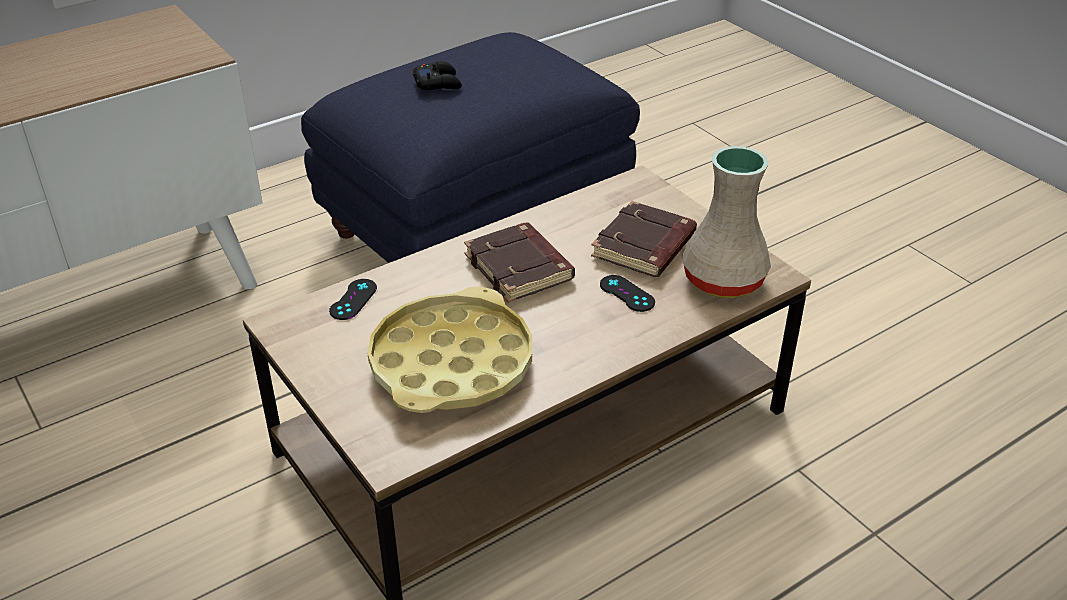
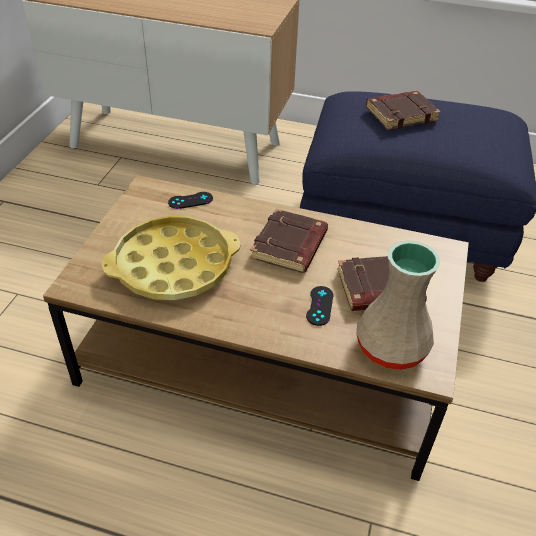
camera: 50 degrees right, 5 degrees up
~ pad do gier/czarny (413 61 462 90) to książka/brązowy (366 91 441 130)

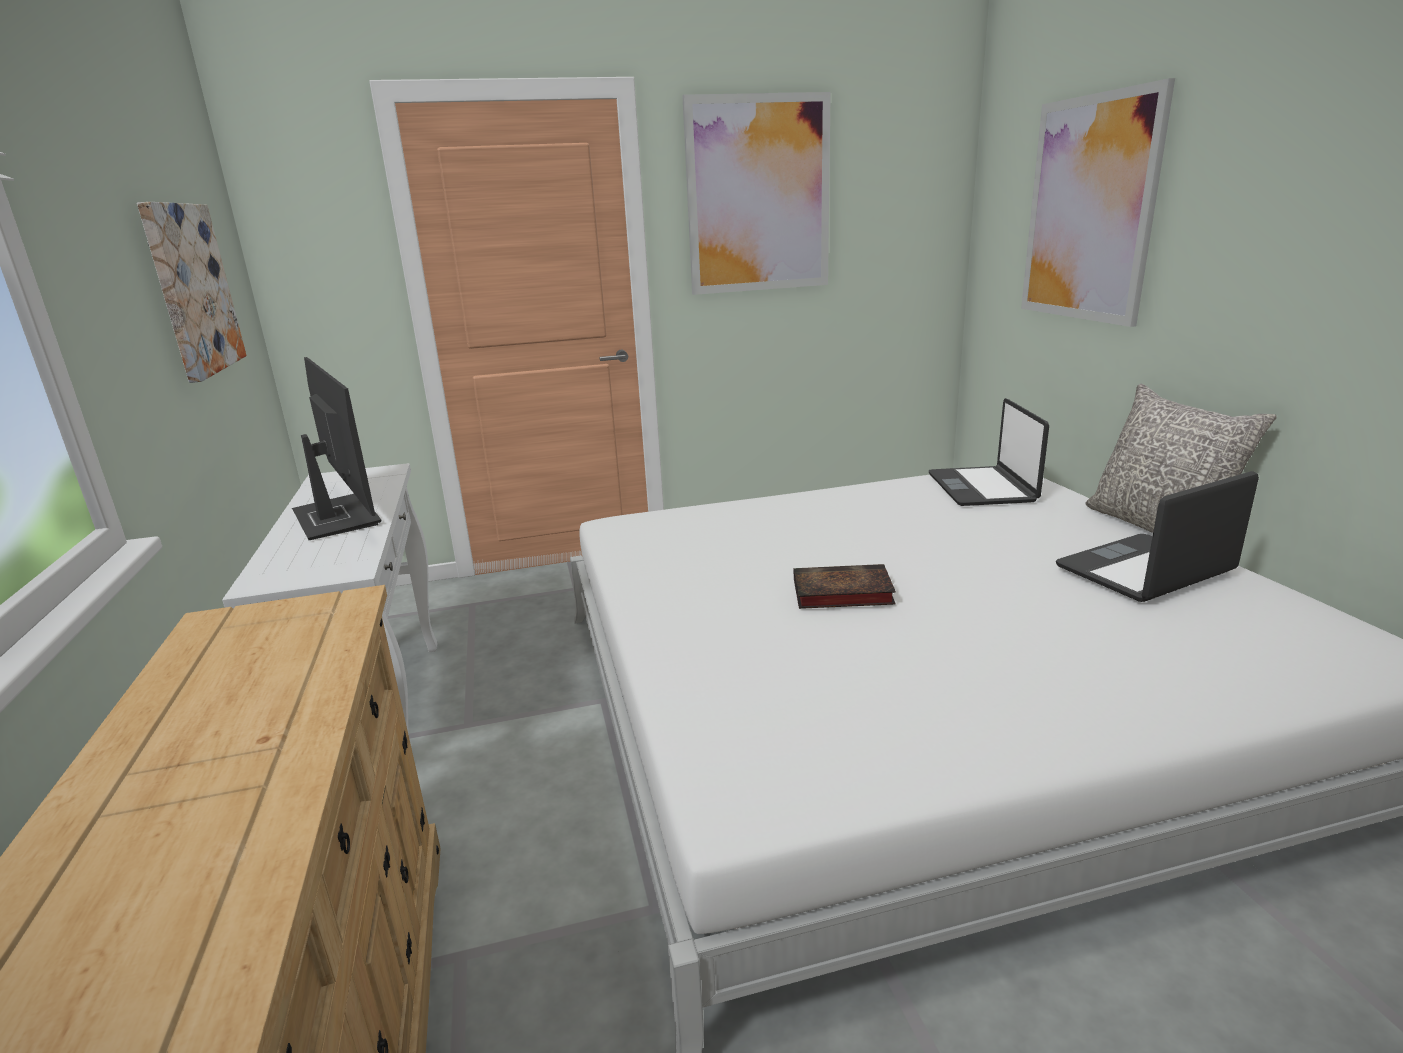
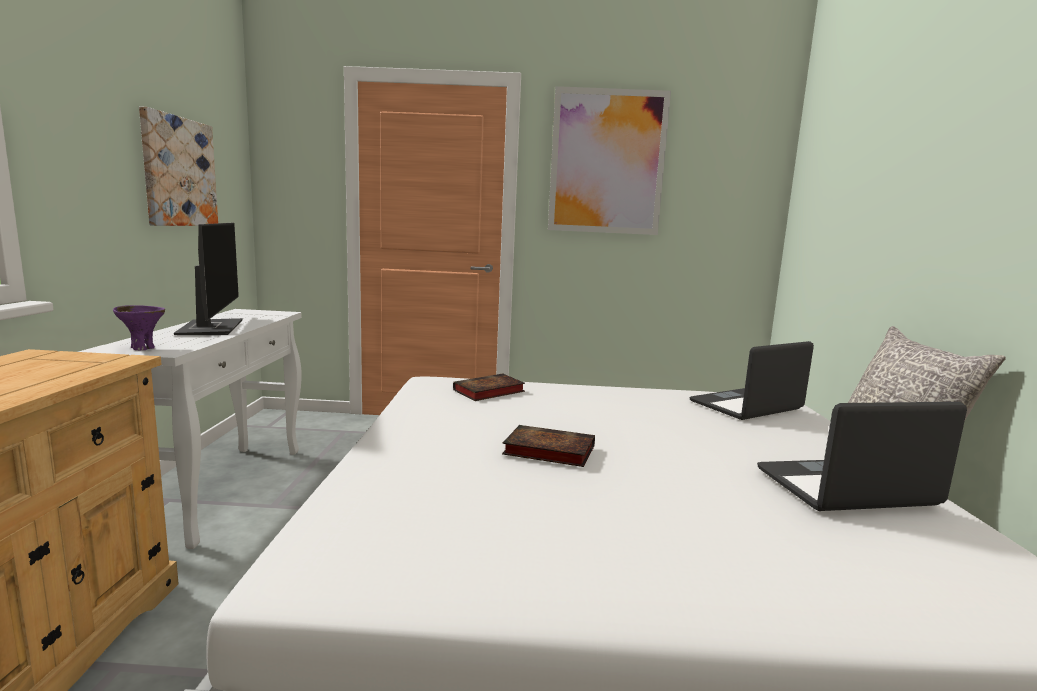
camera: 15 degrees right, 10 degrees down
- obraz (1021 78 1175 327)
~ laptop (929 398 1049 506) = (689 341 814 420) 45 degrees clockwise
+ miska/fioletowy (113 305 165 350)
+ książka (453 373 525 401)

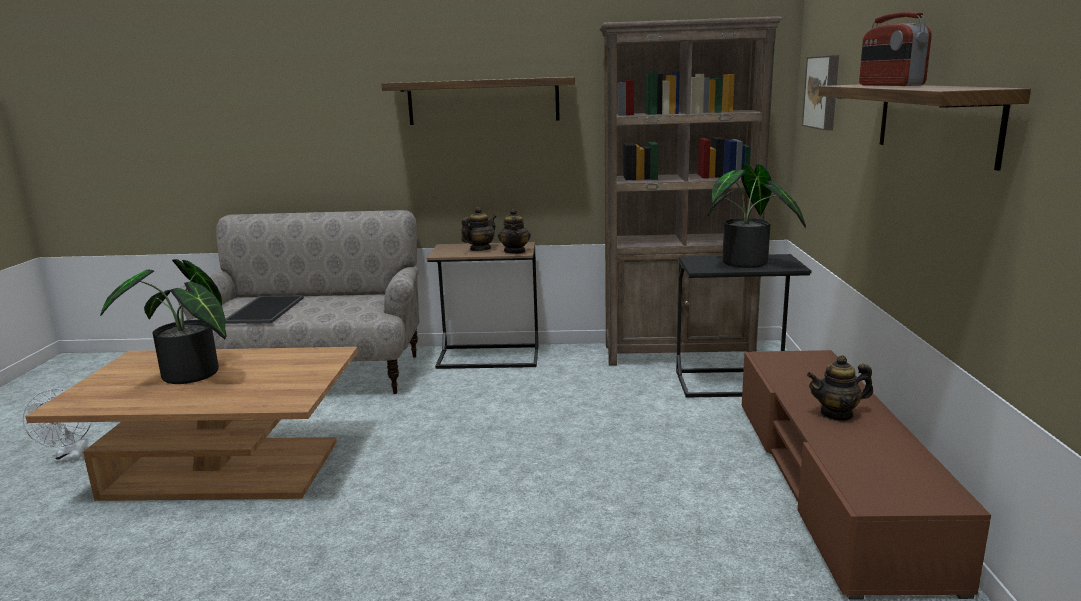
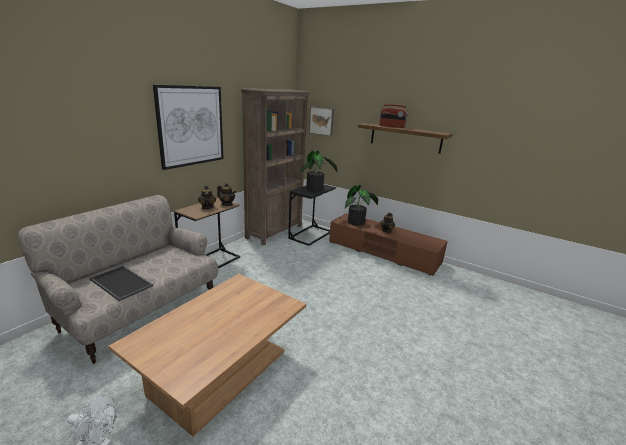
camera: 60 degrees left, 5 degrees up
~ półka (381 77 575 125) to obraz (153 85 224 170)
~ roślina doniczkowa (100 259 227 384) to (345 185 378 226)

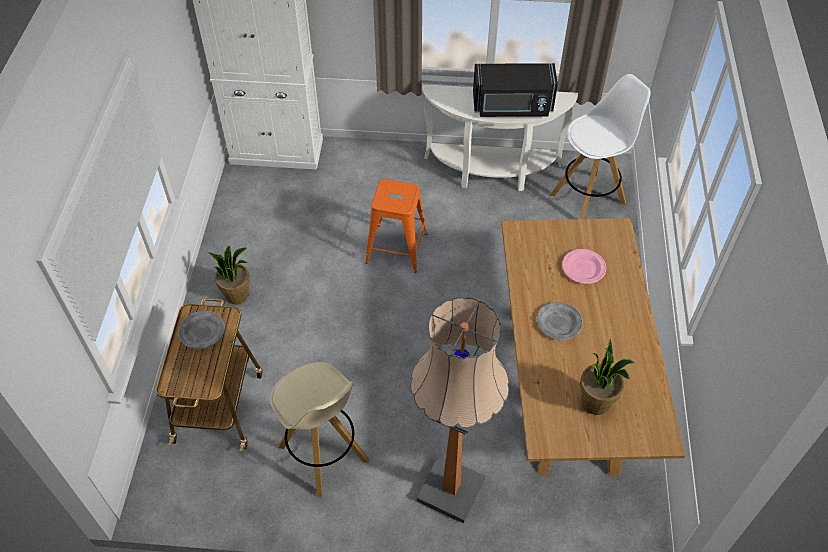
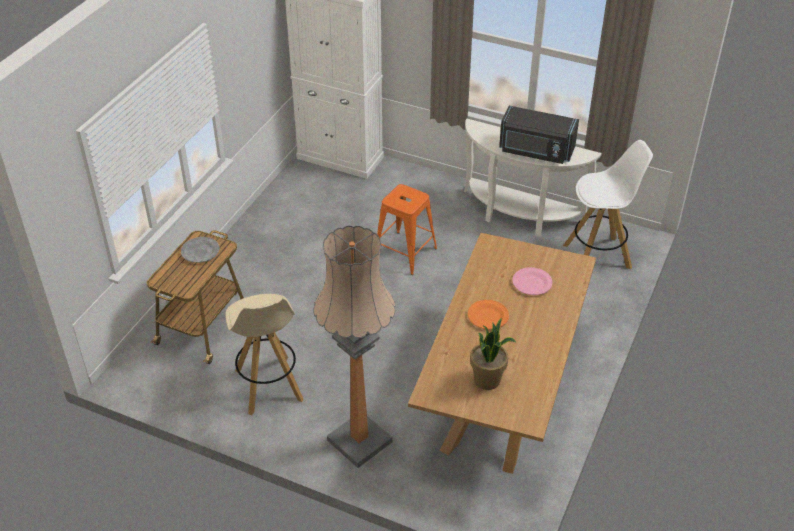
camera: 20 degrees right, 10 degrees down
- roślina doniczkowa (207 246 250 304)
~ talerz/szary (537 302 583 340) to talerz/pomarańczowy (468 300 509 329)

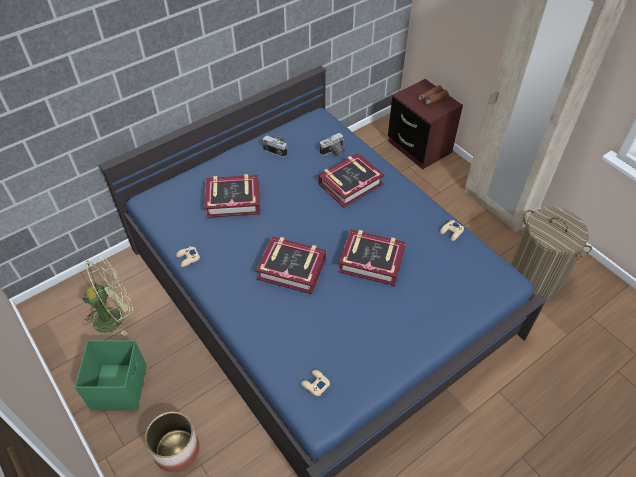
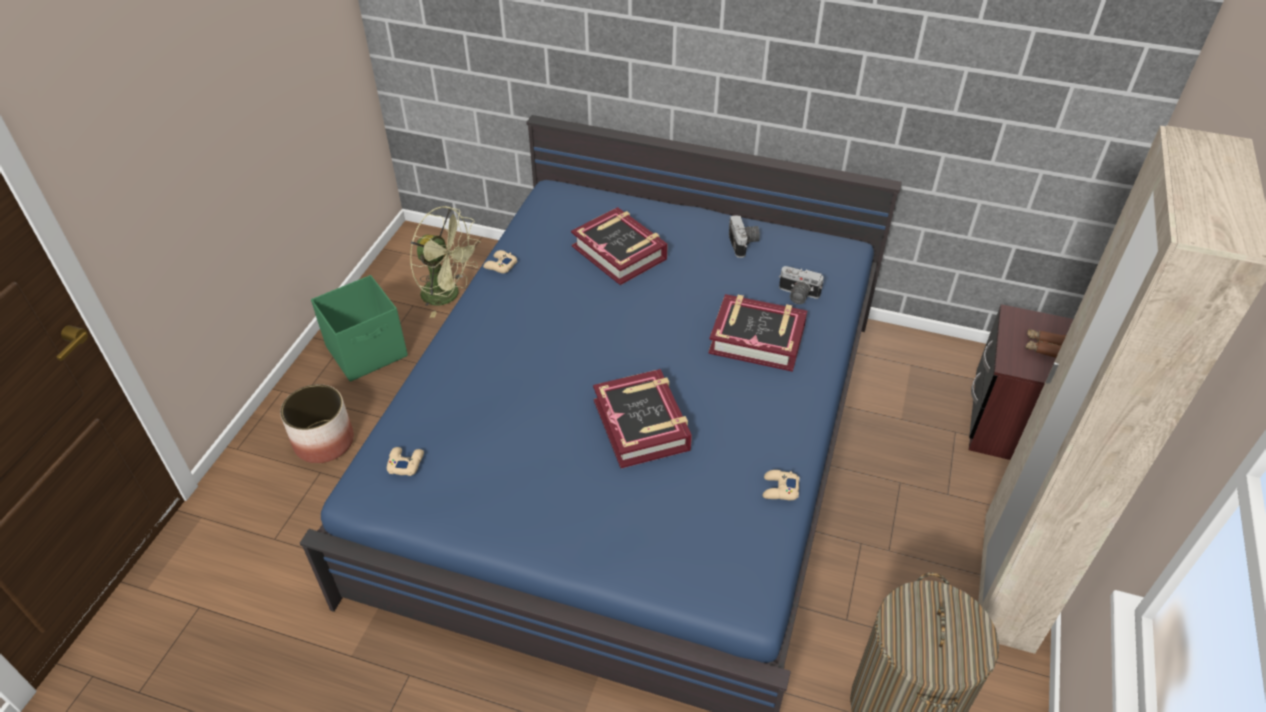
camera: 55 degrees right, 5 degrees down
- książka (256 236 326 294)

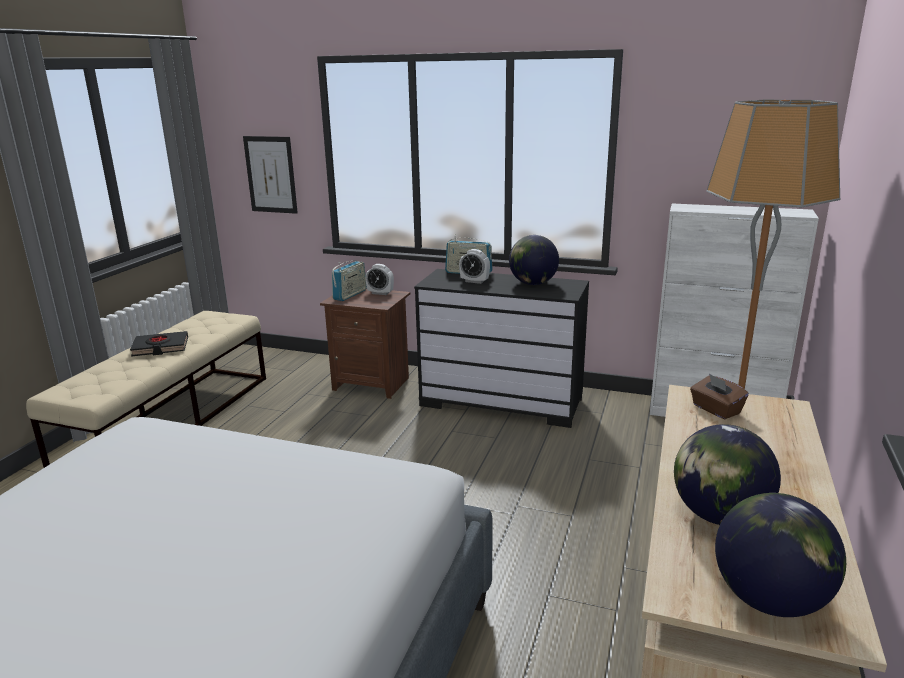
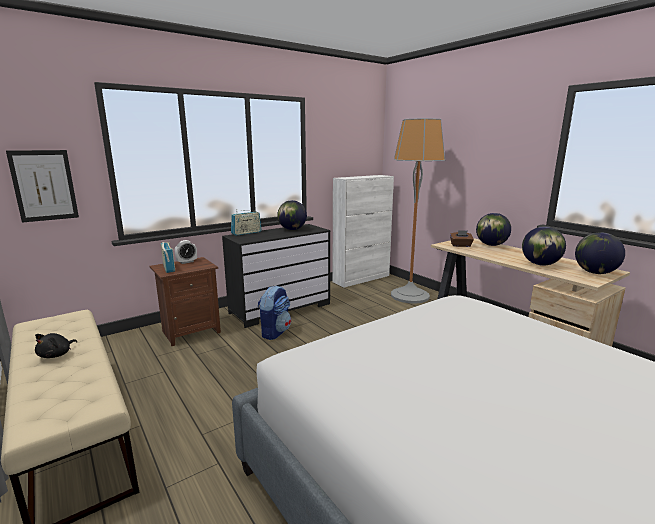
camera: 55 degrees left, 5 degrees down
- budzik (459 249 490 284)
~ książka/czarny (130 331 188 357) to pluszak/czarny (35 333 77 358)
+ globus (476 213 511 246)
+ plecak (258 285 291 340)

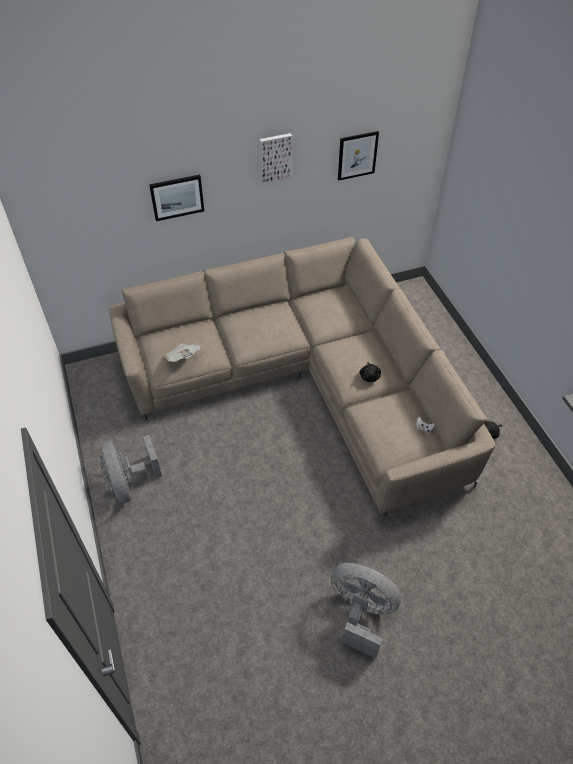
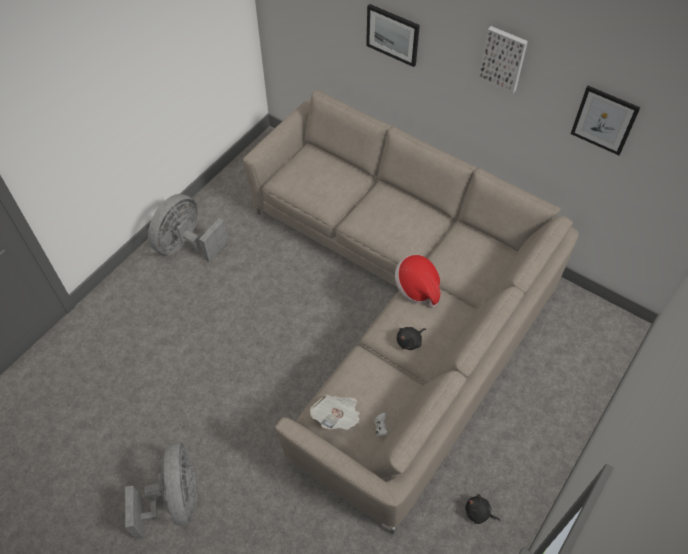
camera: 55 degrees right, 5 degrees up
~ gazeta (165 344 200 362) to (310 395 360 430)
+ kapelusz (395 255 440 308)

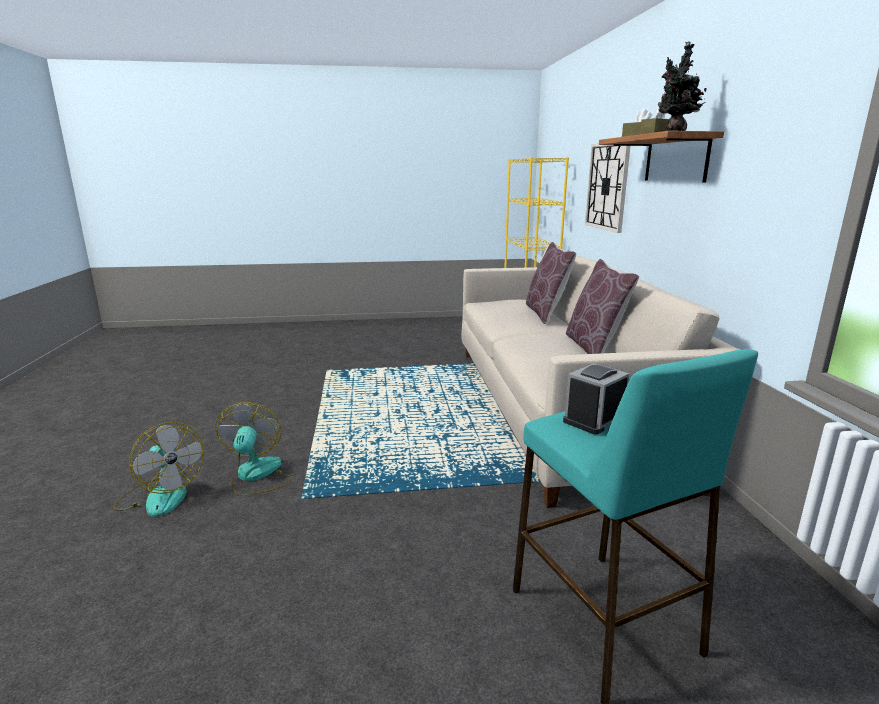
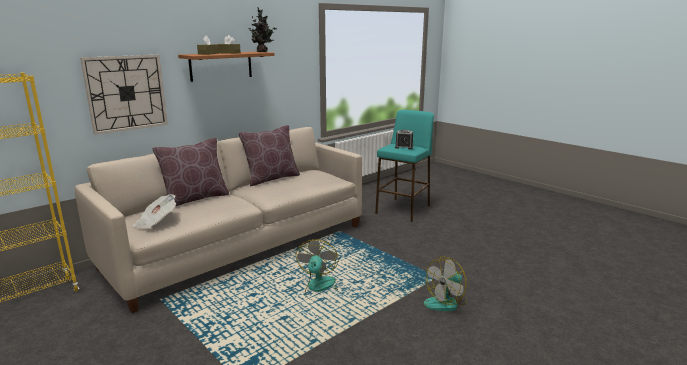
camera: 125 degrees left, 0 degrees up
~ wentylator (114 422 204 517) to (296 239 339 301)
+ gazeta (133 194 176 229)

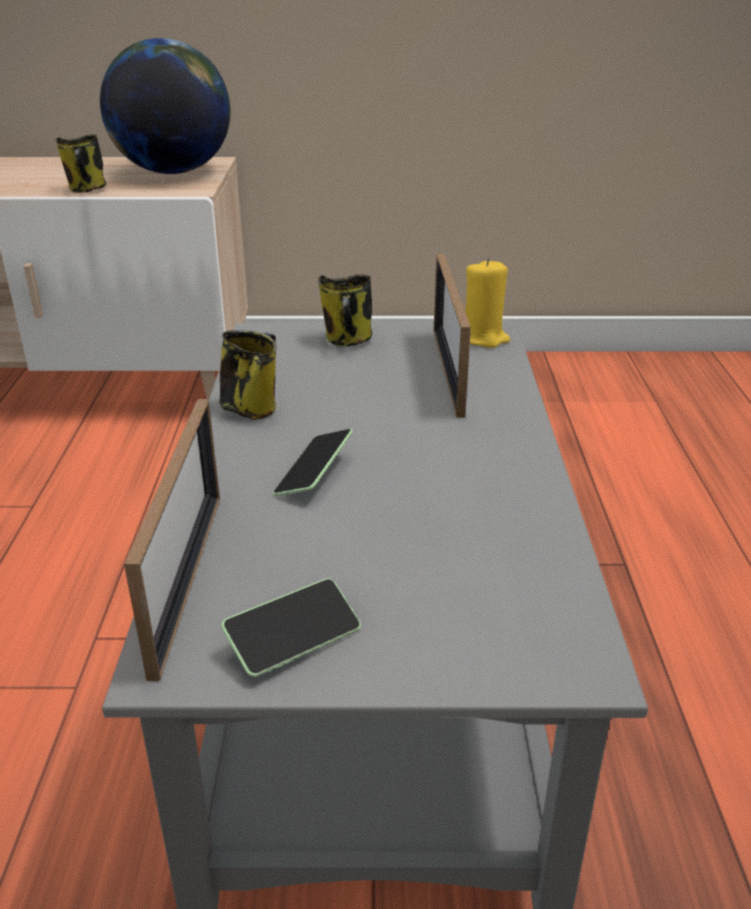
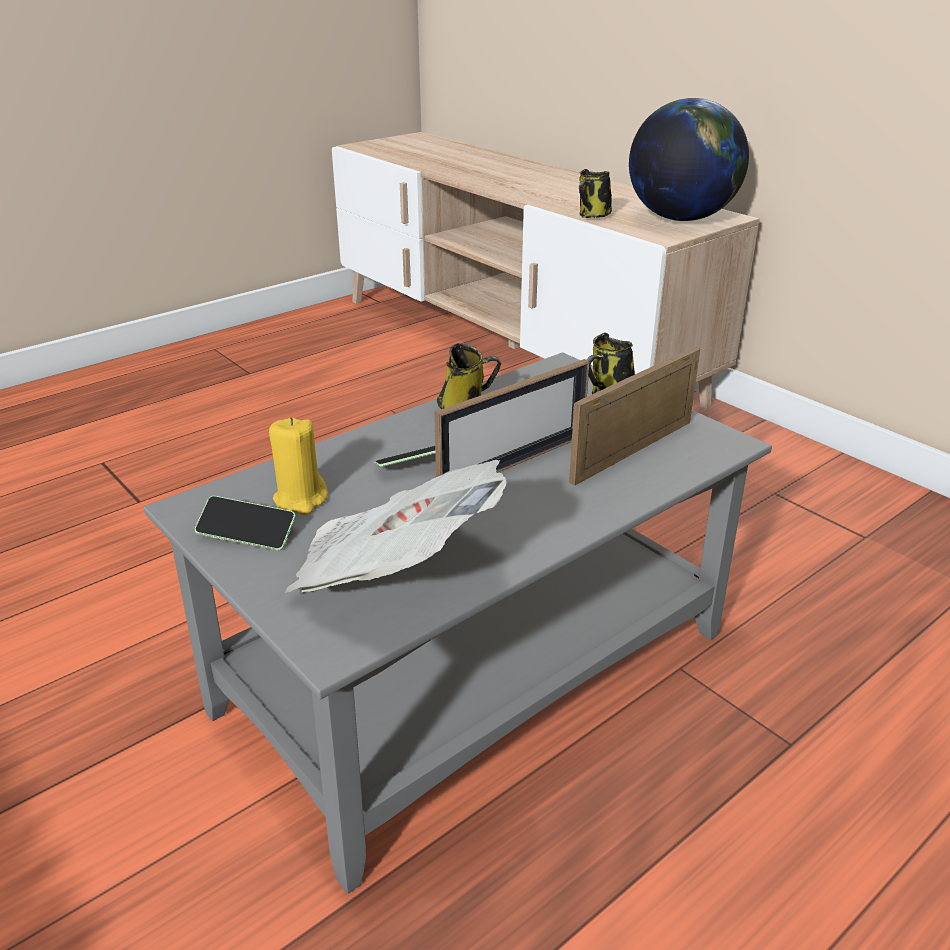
camera: 50 degrees right, 0 degrees up
~ świeca/żółty (465 258 510 348) to (269 417 328 515)
~ ramka na zdjęcie (124 399 220 681) to (434 359 590 477)
+ gazeta (284 460 507 593)

